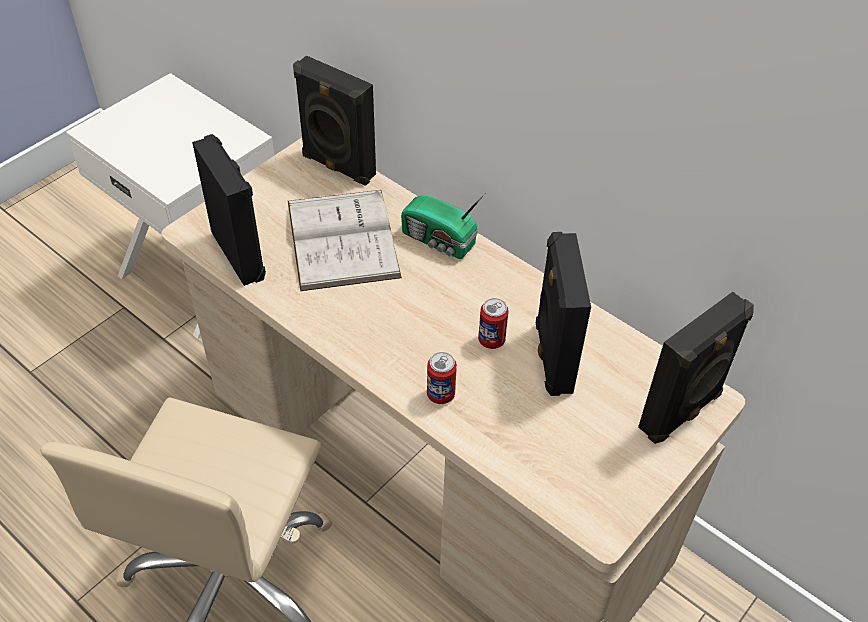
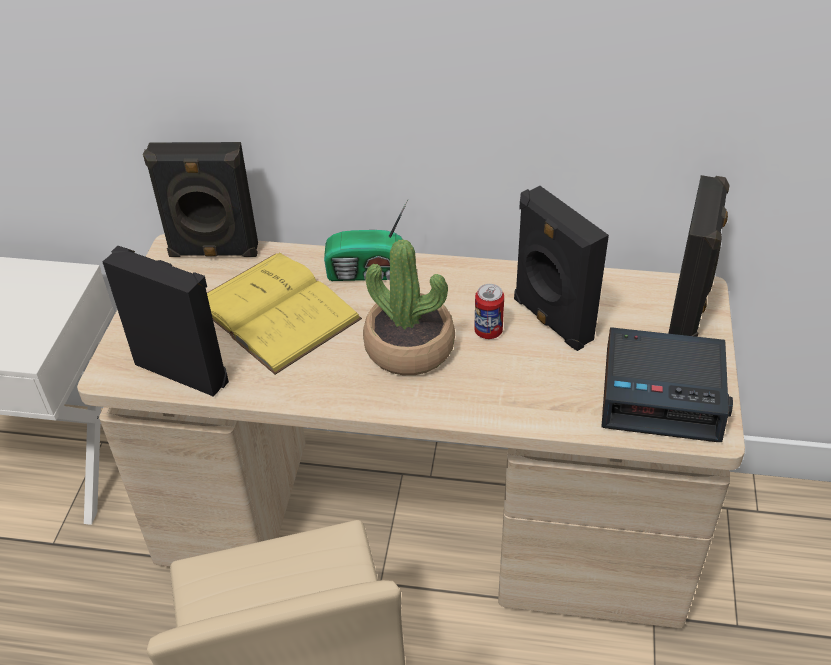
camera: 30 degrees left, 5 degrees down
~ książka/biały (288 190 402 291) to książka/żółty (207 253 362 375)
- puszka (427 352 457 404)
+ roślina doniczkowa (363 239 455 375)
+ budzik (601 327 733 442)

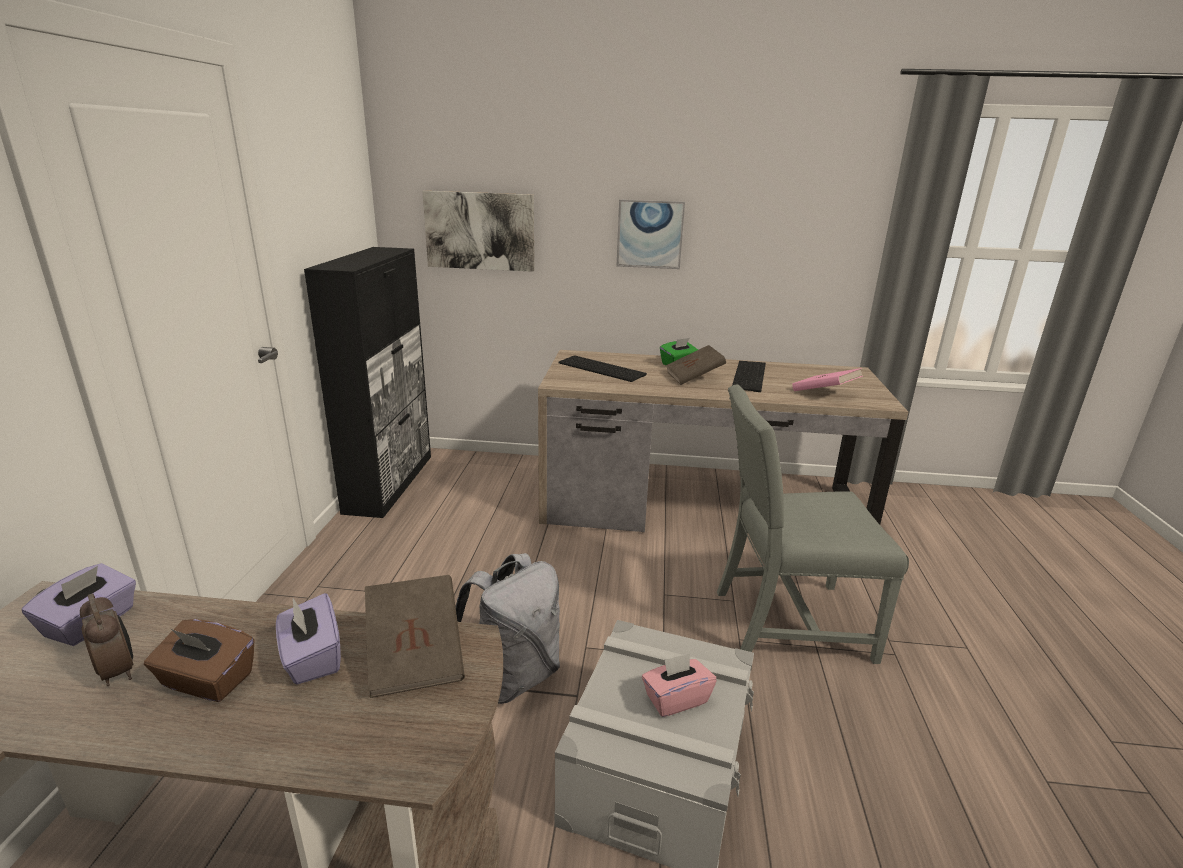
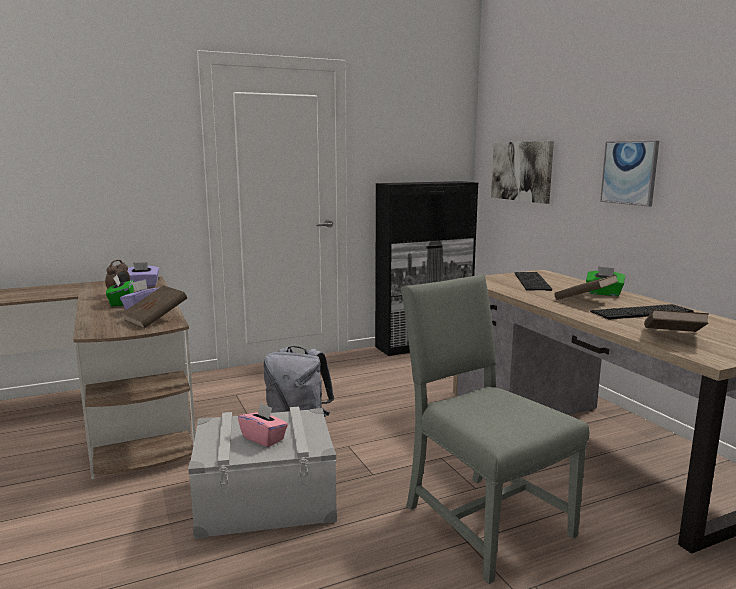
camera: 60 degrees right, 10 degrees down
~ książka/różowy (792 368 863 391) to książka/brązowy (644 309 709 332)
~ pudełko chusteczek/brązowy (144 619 254 702) to pudełko chusteczek/zielony (106 275 134 306)

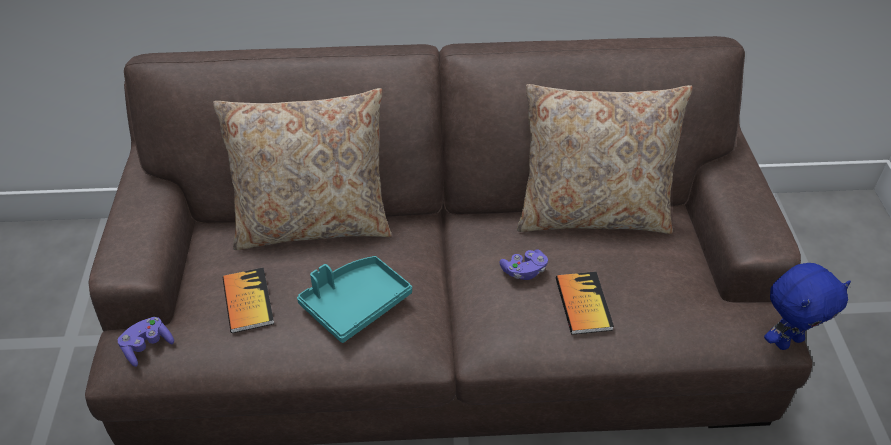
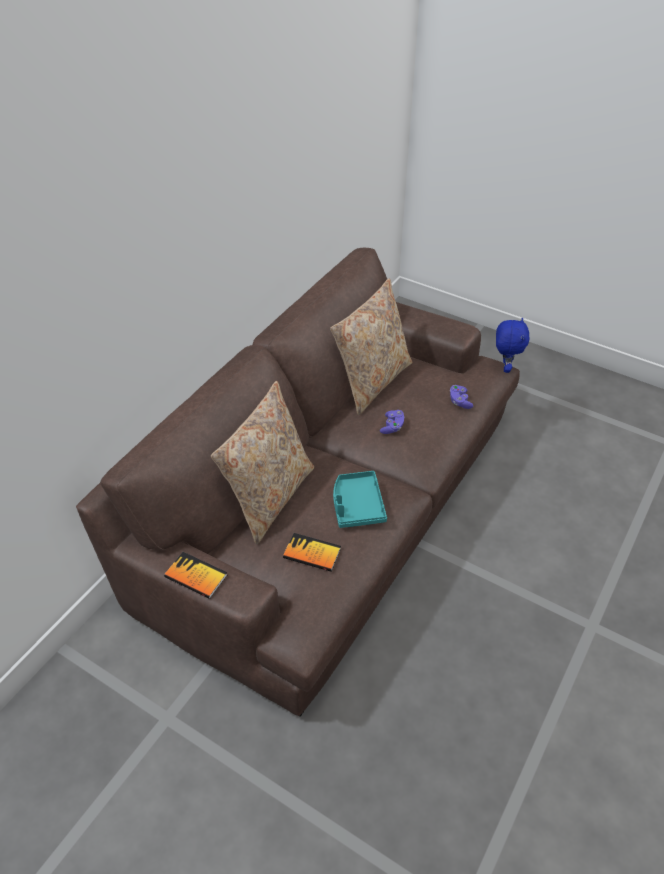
camera: 55 degrees left, 0 degrees up
~ książka (556 272 614 335) to (164 552 227 599)
~ pad do gier/fioletowy (118 317 174 367) to (450 385 473 409)

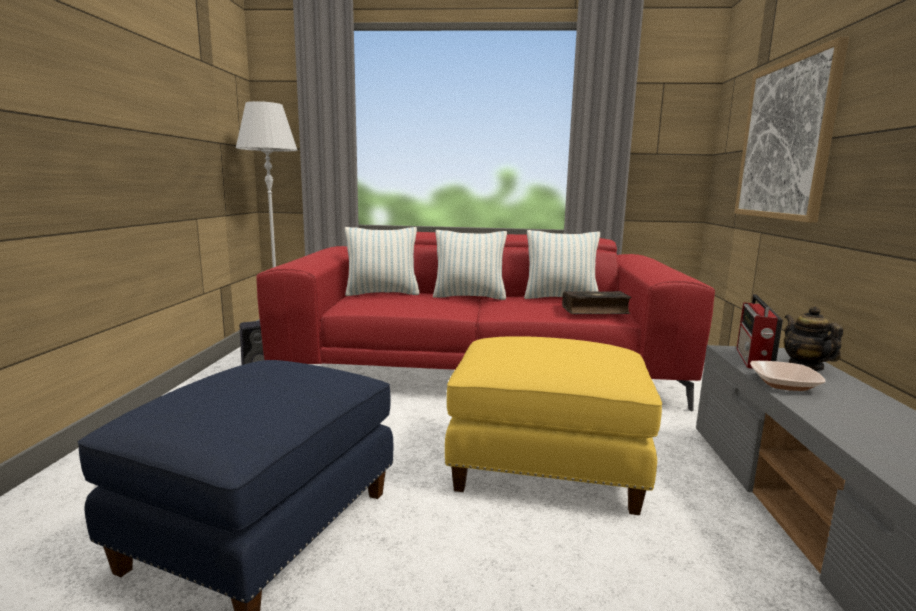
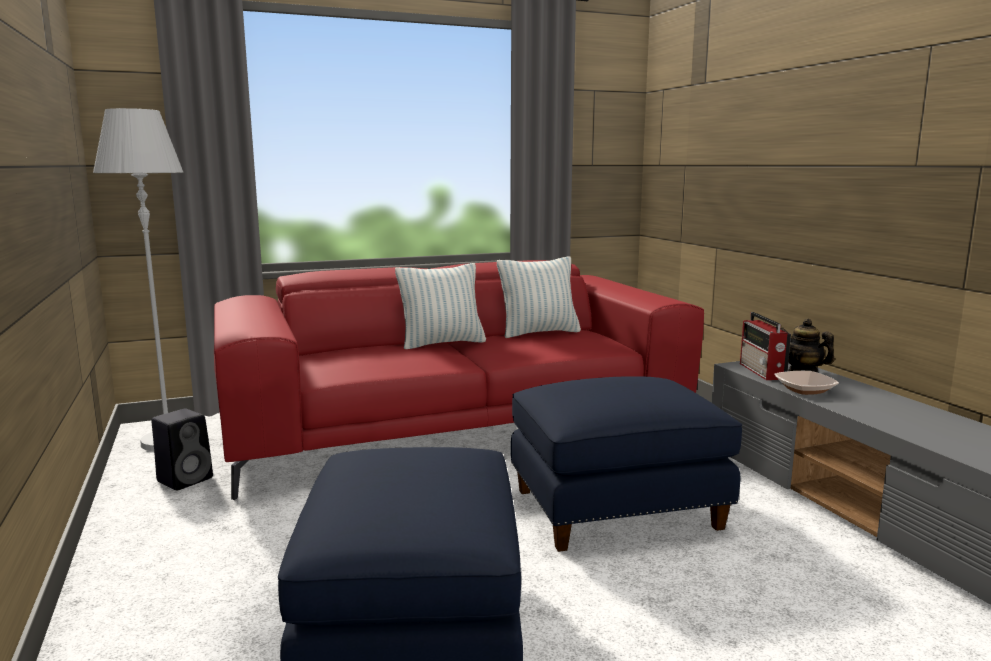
camera: 25 degrees left, 0 degrees up
- obraz (734 37 849 223)
- poduszka (345 227 420 296)
- książka (562 291 632 314)
~ pufa/żółty (445 336 662 515) to pufa/niebieski (511 376 742 552)

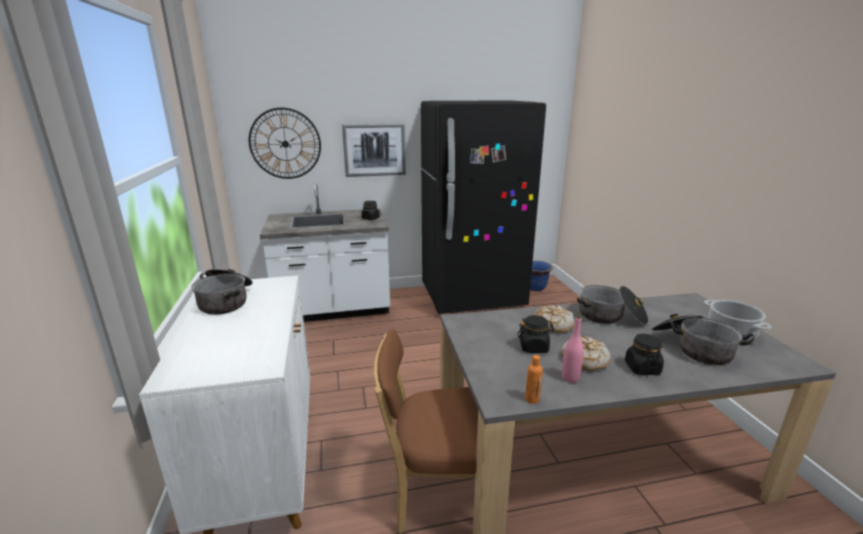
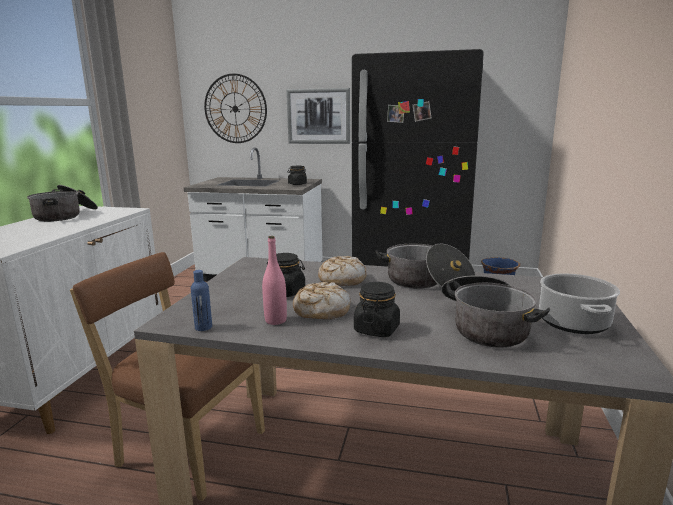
camera: 25 degrees right, 5 degrees down
~ butelka/pomarańczowy (525 355 543 404) to butelka/niebieski (191 270 212 331)

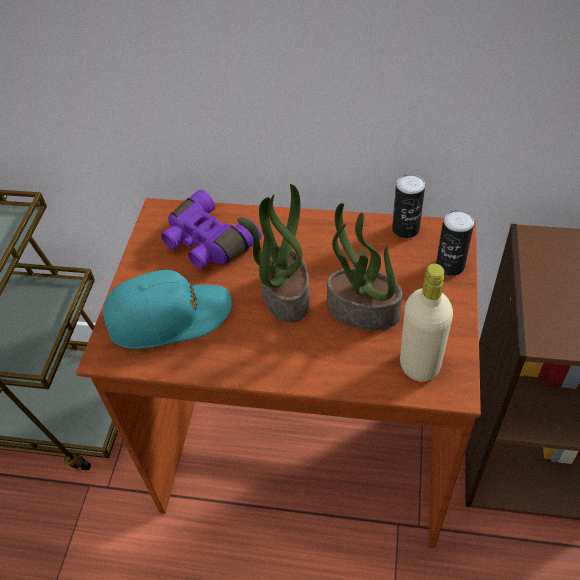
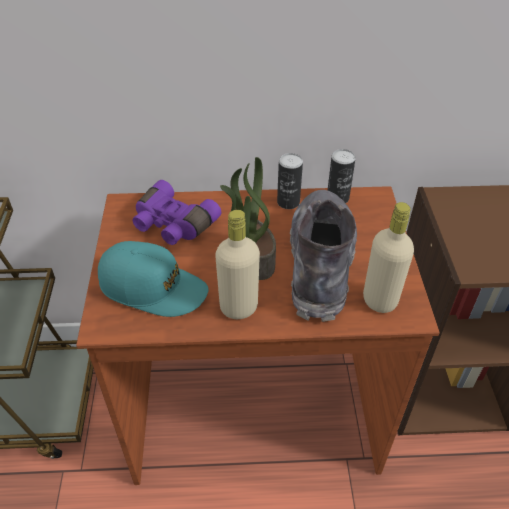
camera: 15 degrees left, 5 degrees down
~ roślina doniczkowa (327 203 403 330) to but z cholewką/szary (290 190 357 322)
~ puszka (436 210 474 276) to (277 153 303 209)
~ czapka z daszkiem/turkusowy (103 270 232 349) = (98 241 209 317) 45 degrees clockwise
+ butelka/beżowy (215 210 260 319)

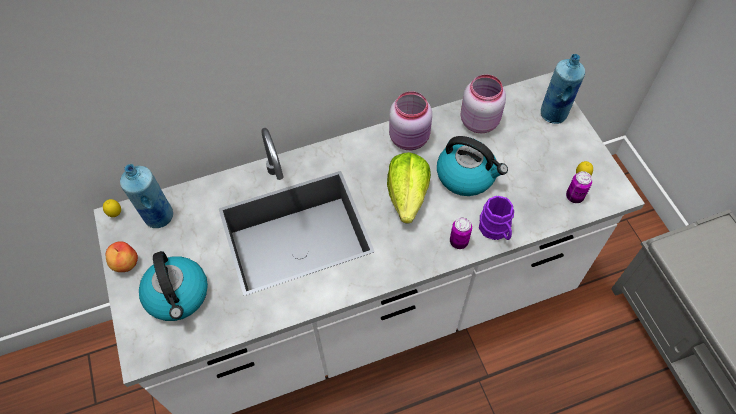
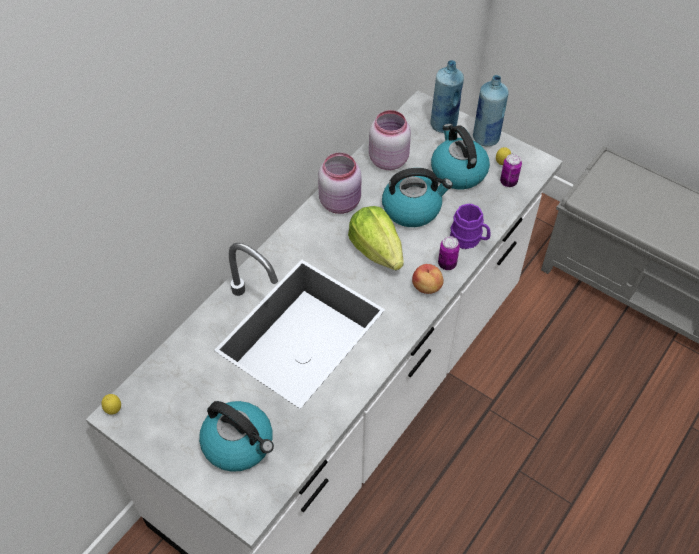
camera: 35 degrees left, 5 degrees down
~ butelka/niebieski (120 164 173 228) to (473 75 509 147)
~ jabłko (106 241 138 272) to (412 264 444 294)
+ czajnik (431 124 490 189)

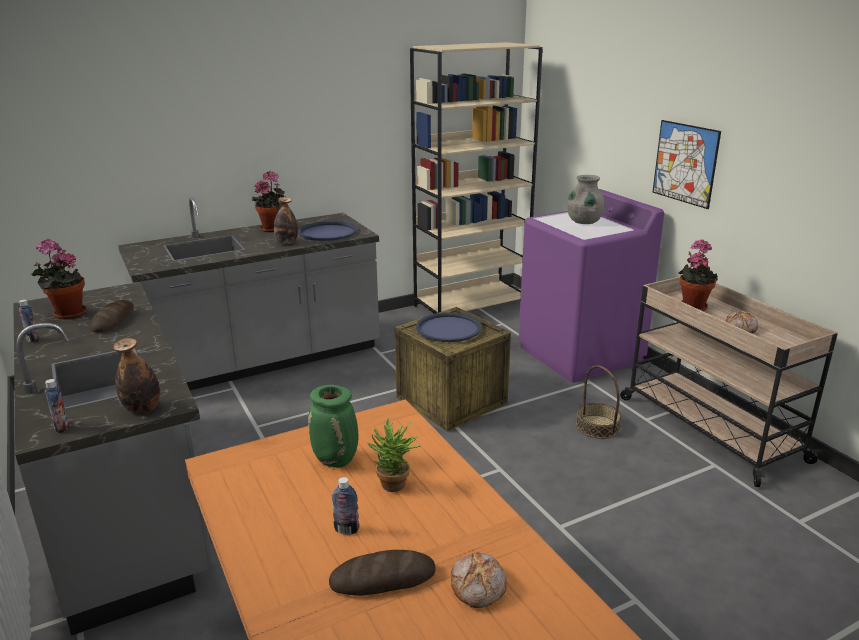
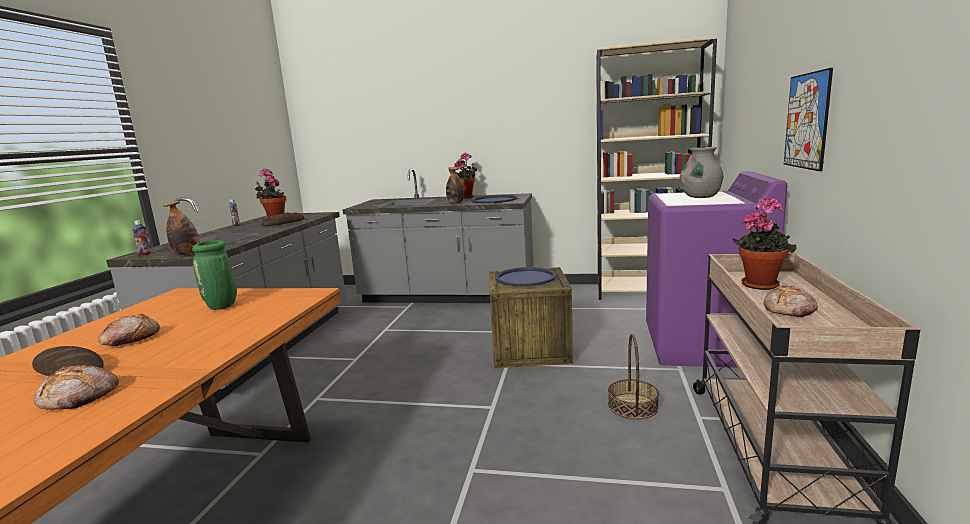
camera: 40 degrees right, 10 degrees down
- roślina doniczkowa (367 417 420 492)
~ butelka (332 477 359 535) to chleb (98 314 160 346)

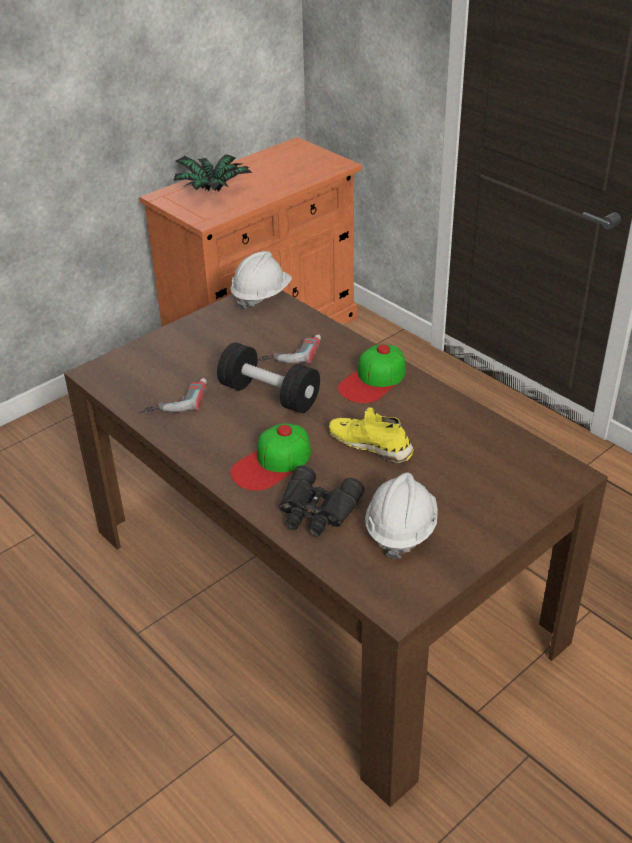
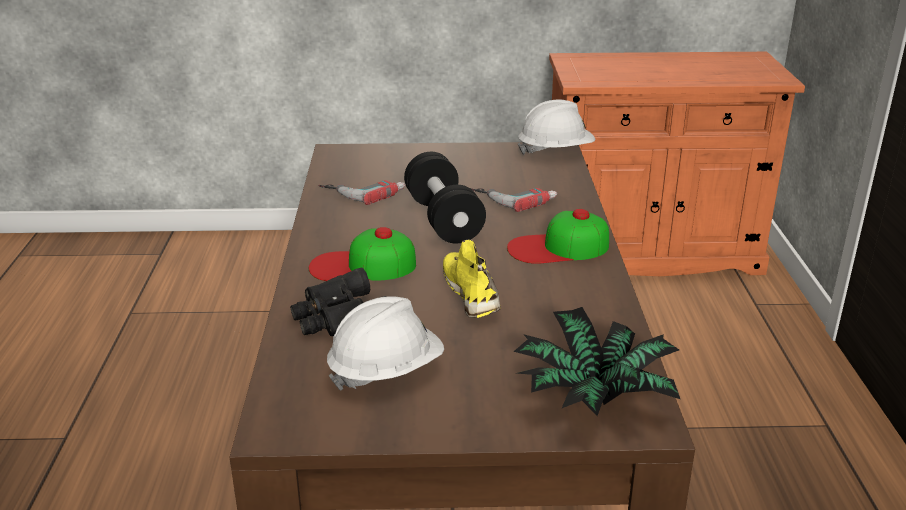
camera: 40 degrees right, 10 degrees down
~ roślina doniczkowa (173 155 252 192) to (514 307 680 416)

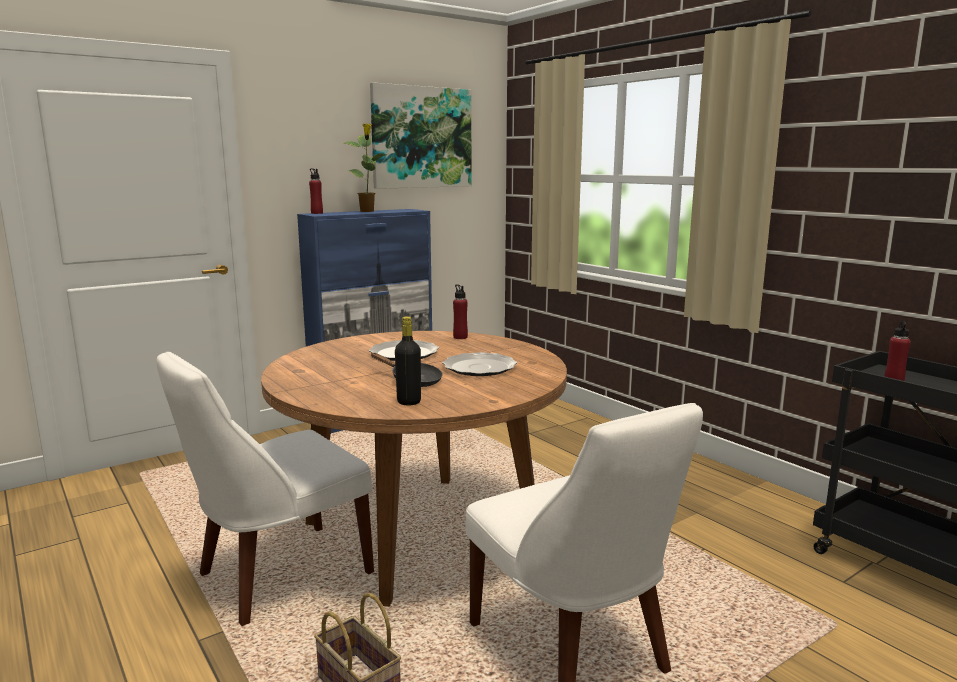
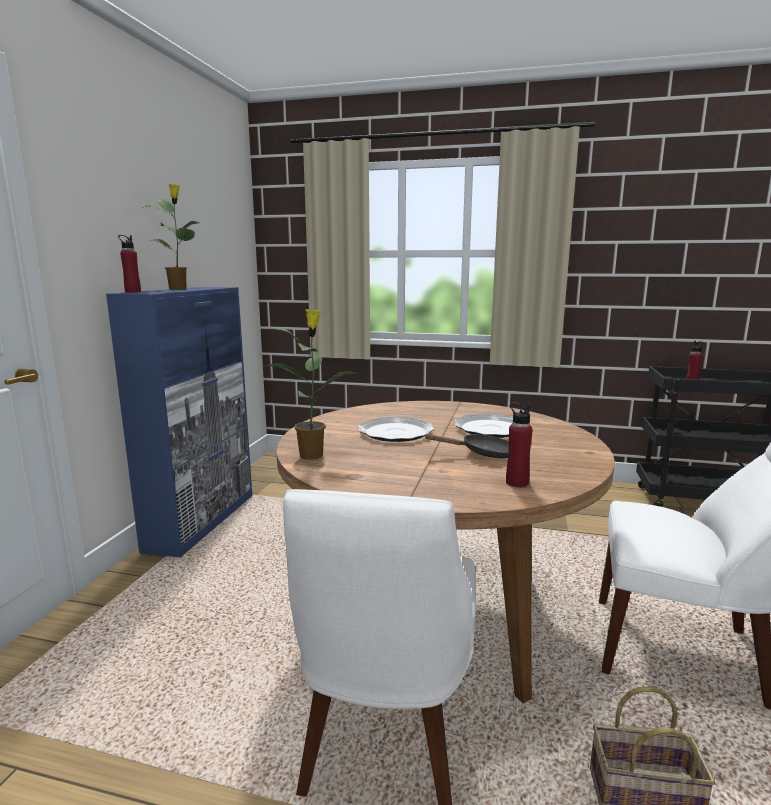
camera: 40 degrees left, 0 degrees up
- obraz (370 83 471 189)
~ butelka/czerwony (453 284 468 339) to (506 402 533 487)
- butelka/czarny (395 316 421 405)
+ roślina doniczkowa (264 309 356 460)

